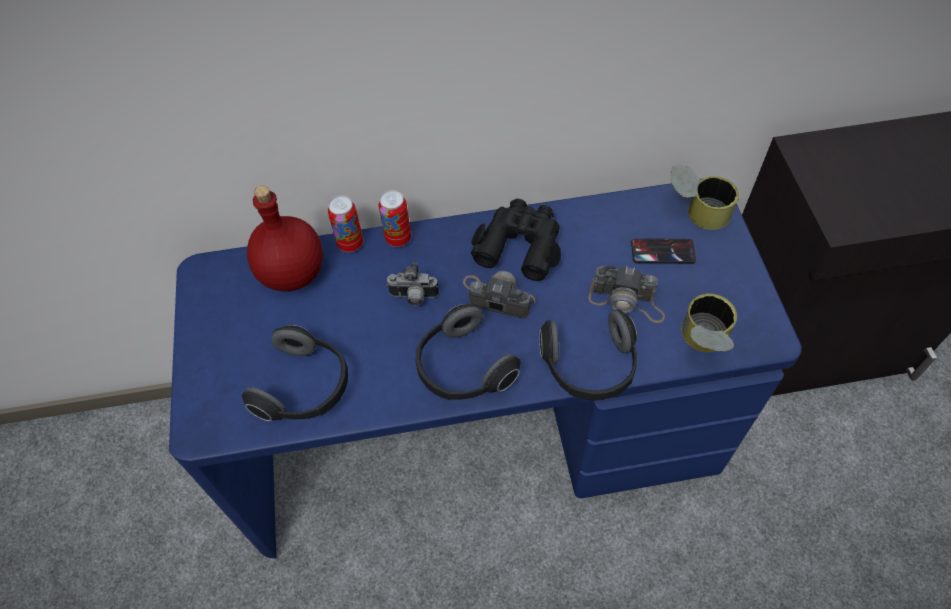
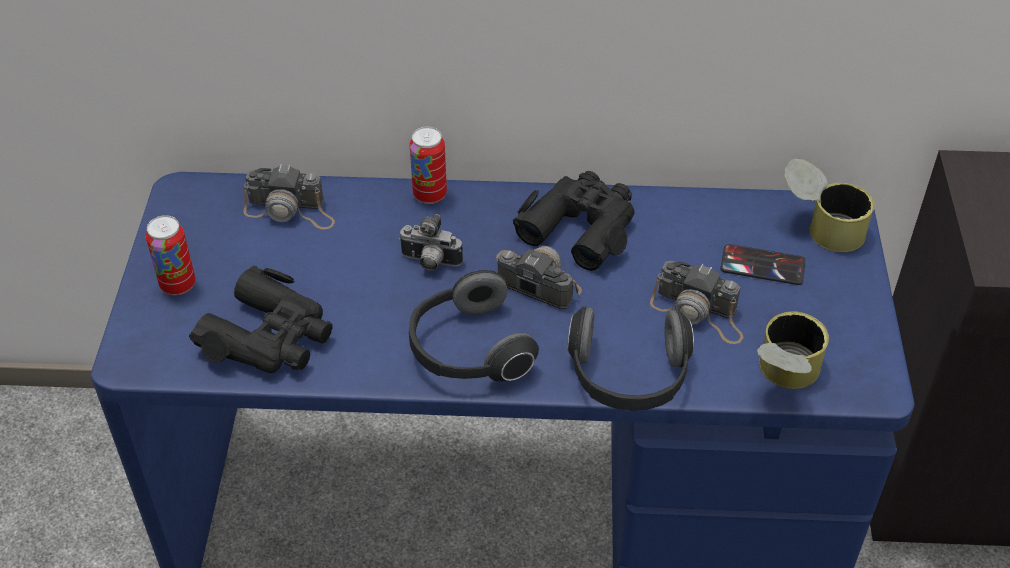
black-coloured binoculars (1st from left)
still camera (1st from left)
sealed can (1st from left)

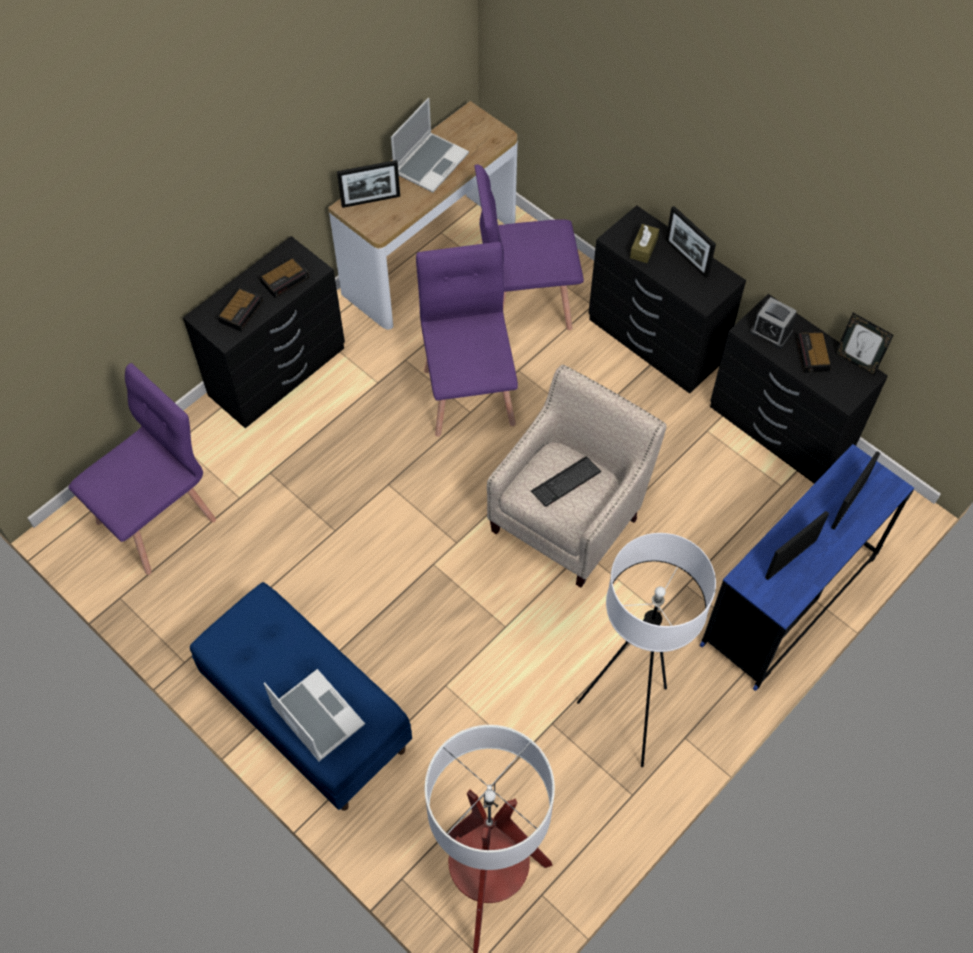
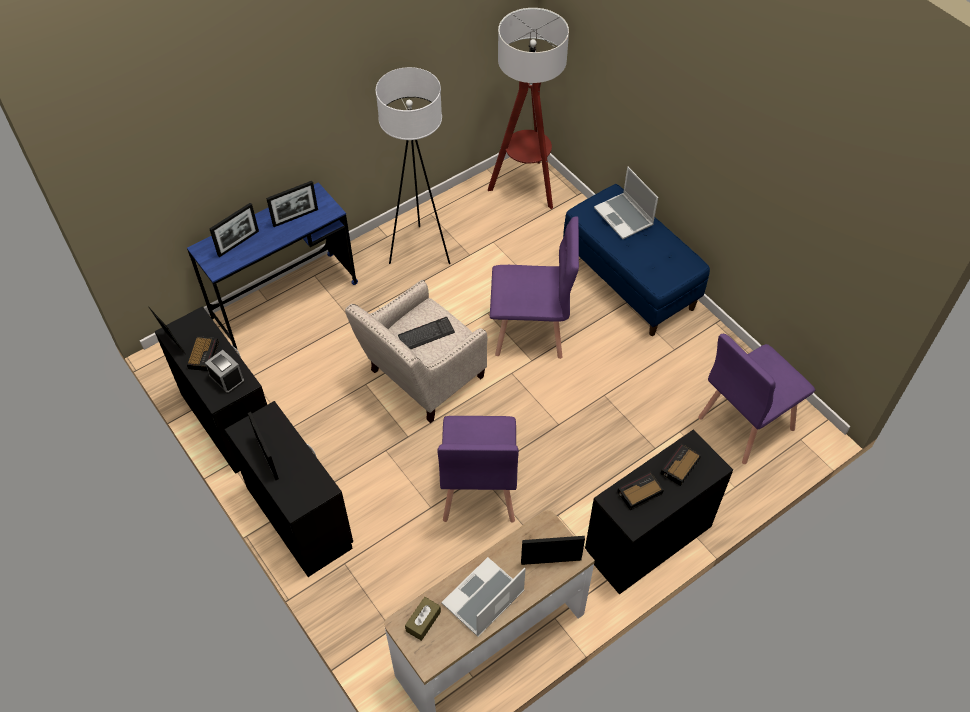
purple plain chair (2nd from left)
brown-coloured box of tissues

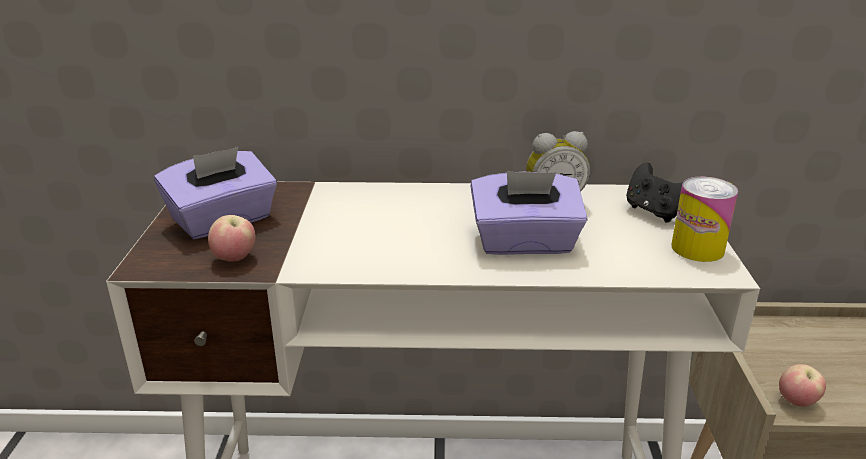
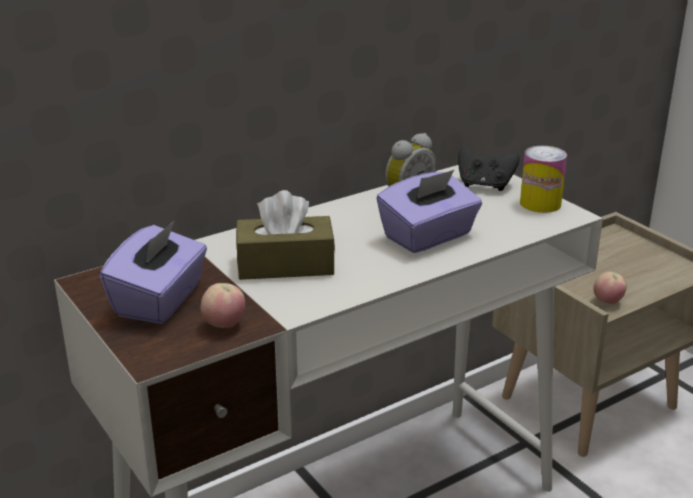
brown-coloured box of tissues

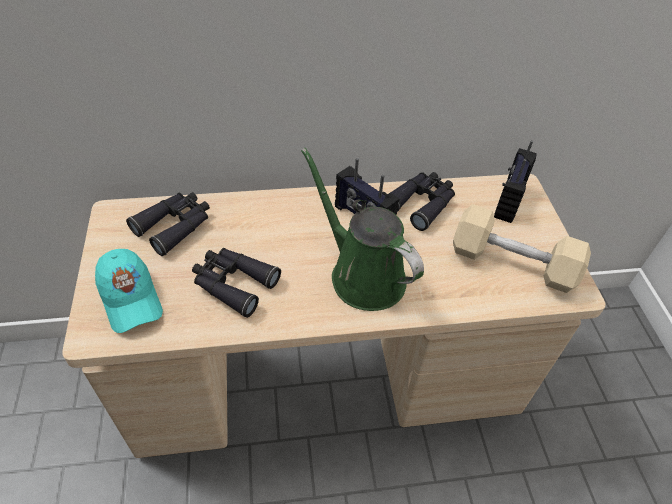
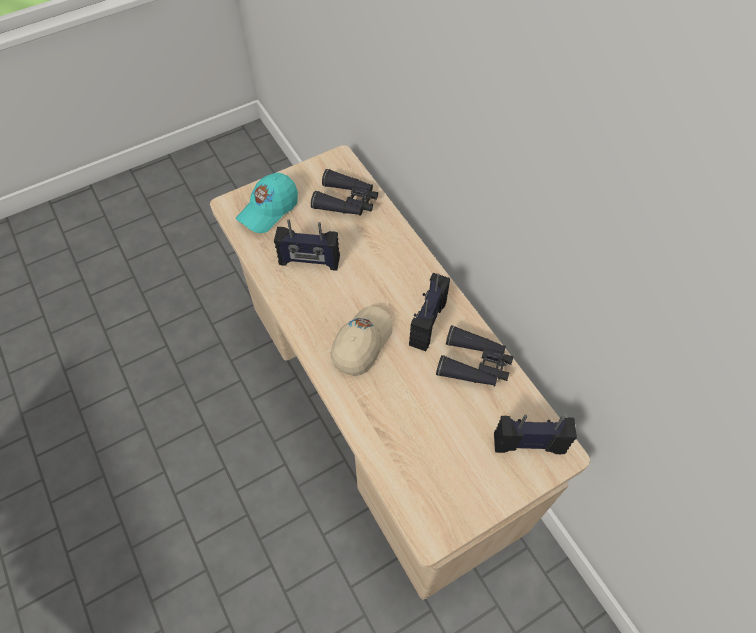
radio receiver (1st from left)
beige cap
beige free weight

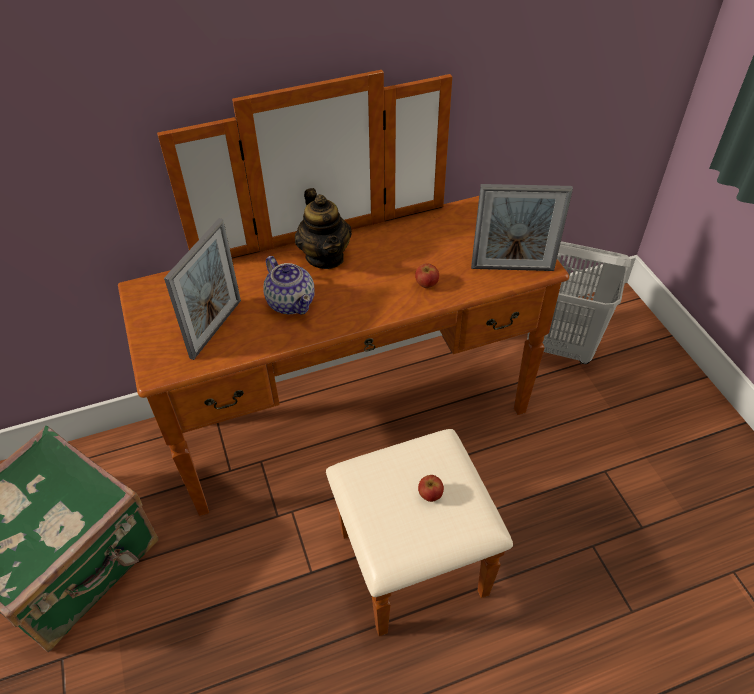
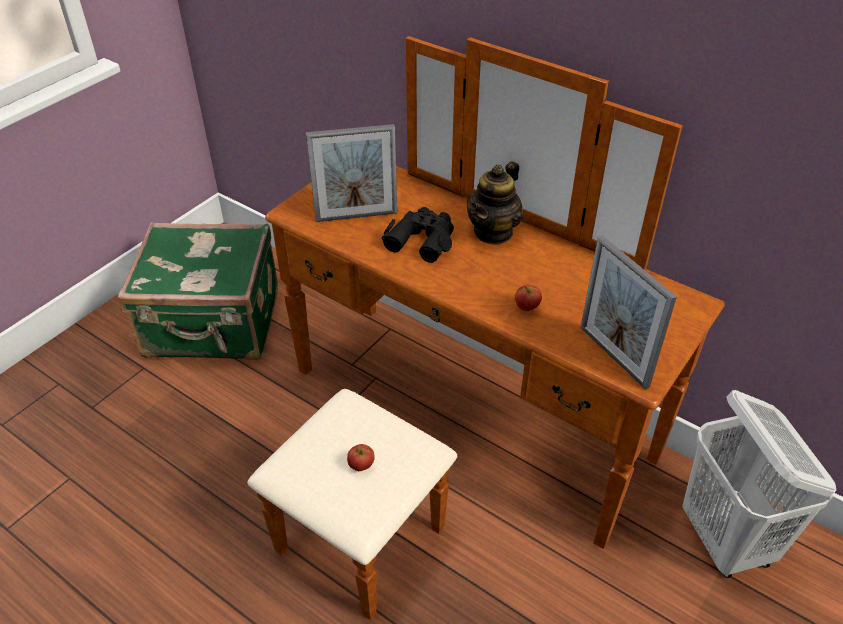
black-coloured binoculars

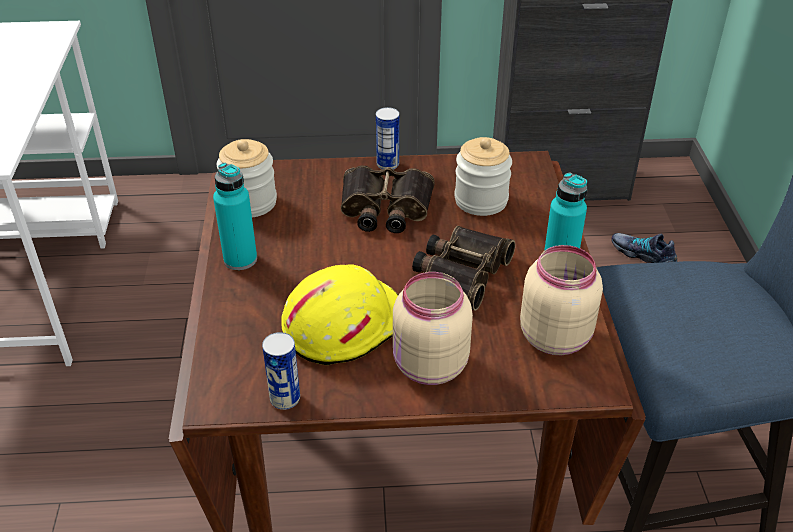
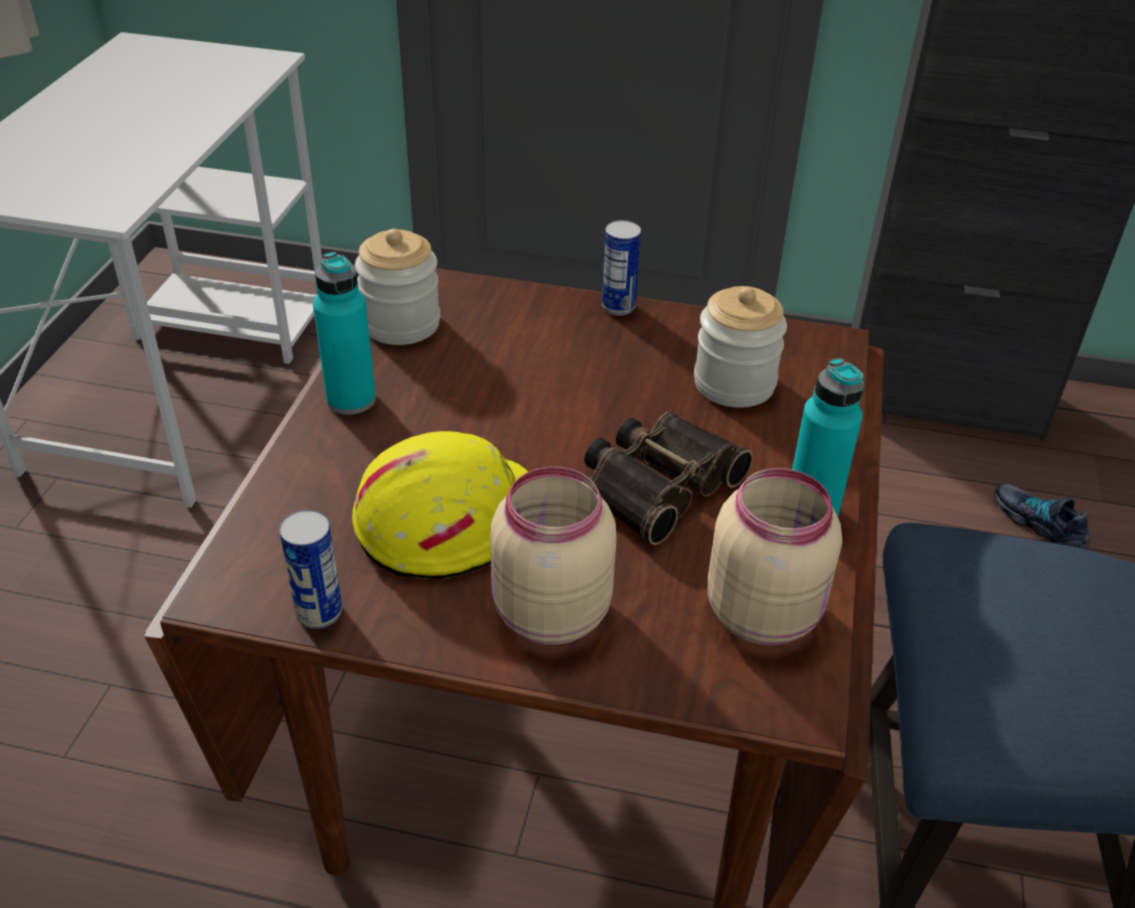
binoculars (1st from left in the first image)

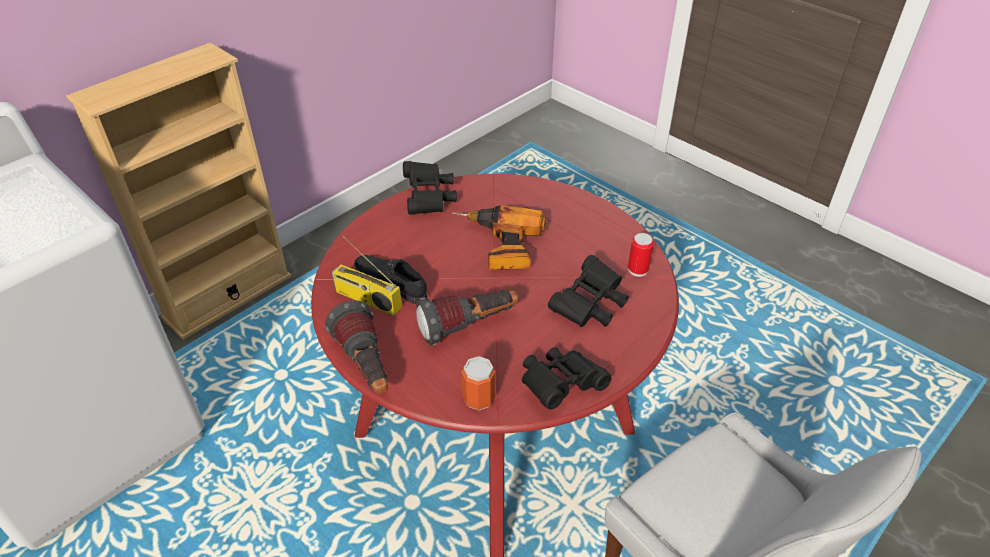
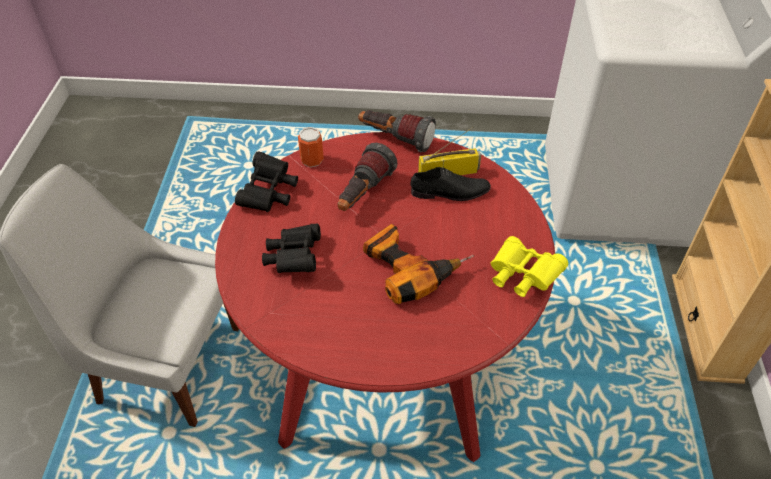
yellow binoculars
sealed can (2nd from left in the first image)

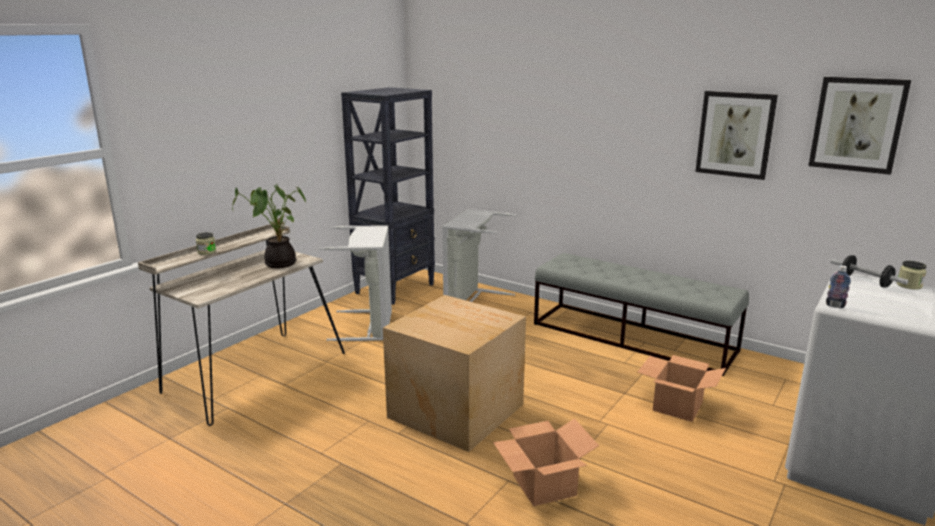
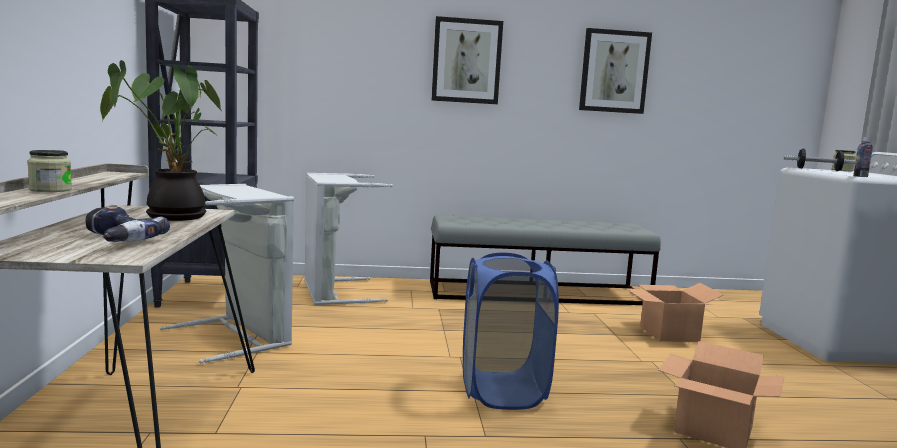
blue hamper
wall picture (1st from left)
drill

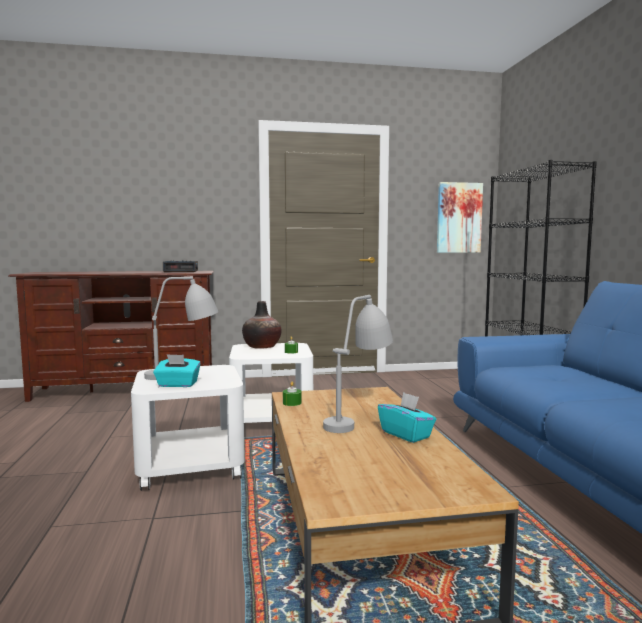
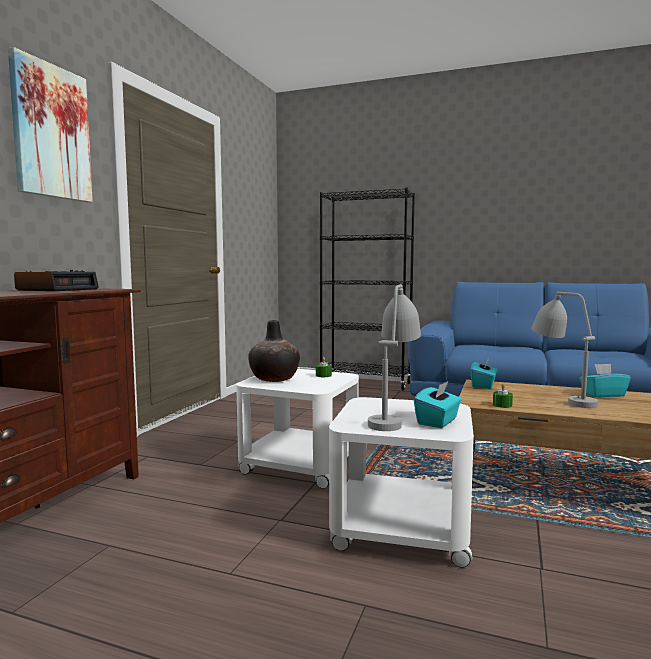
wall picture
turquoise box of tissues (2nd from left)

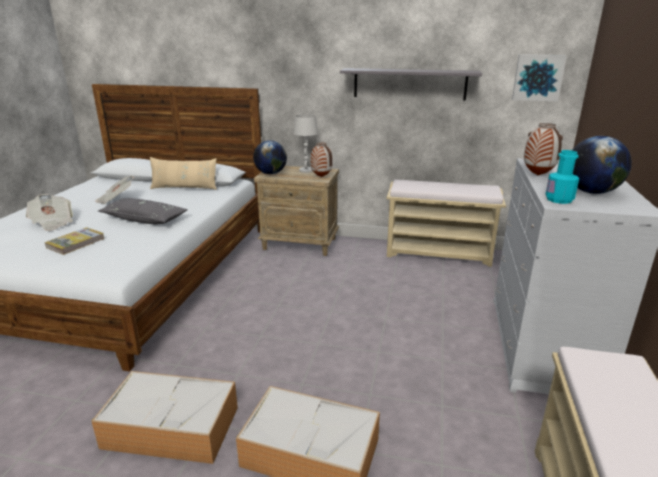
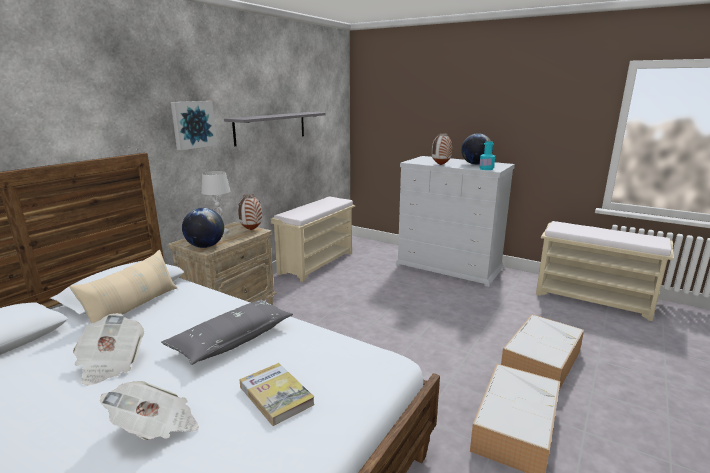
wall picture

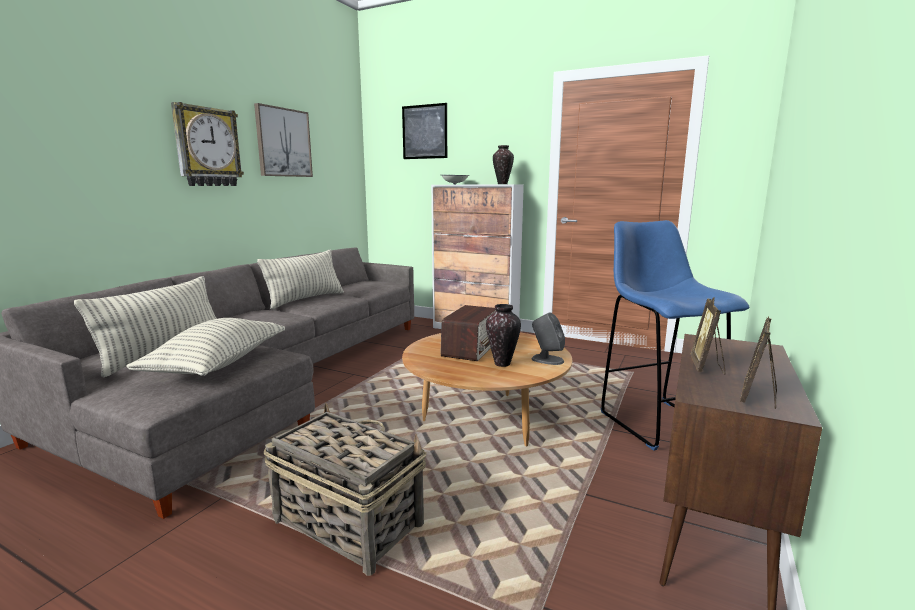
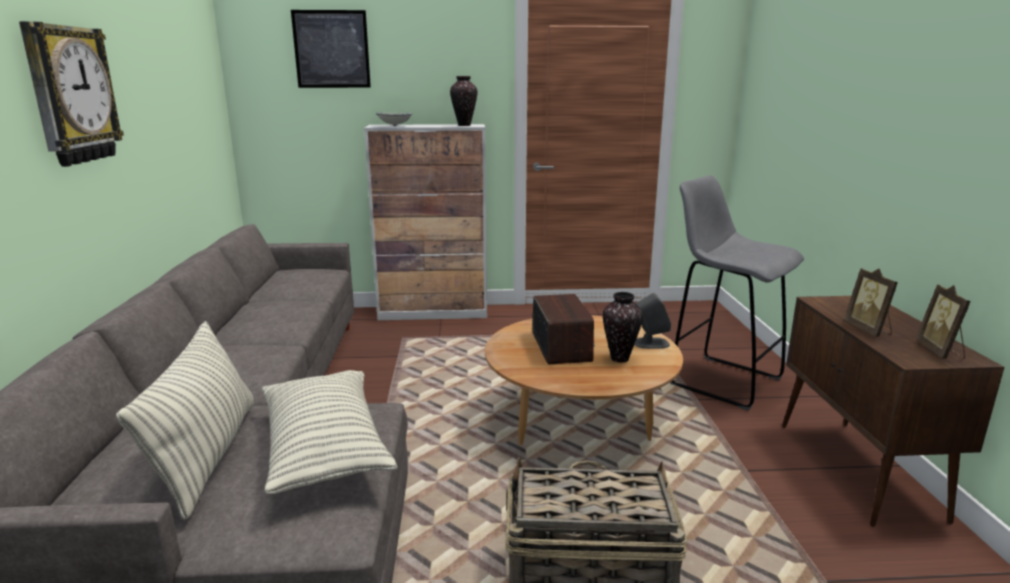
wall picture (1st from left in the first image)
cushion (3rd from left in the first image)
greyish stool seat

